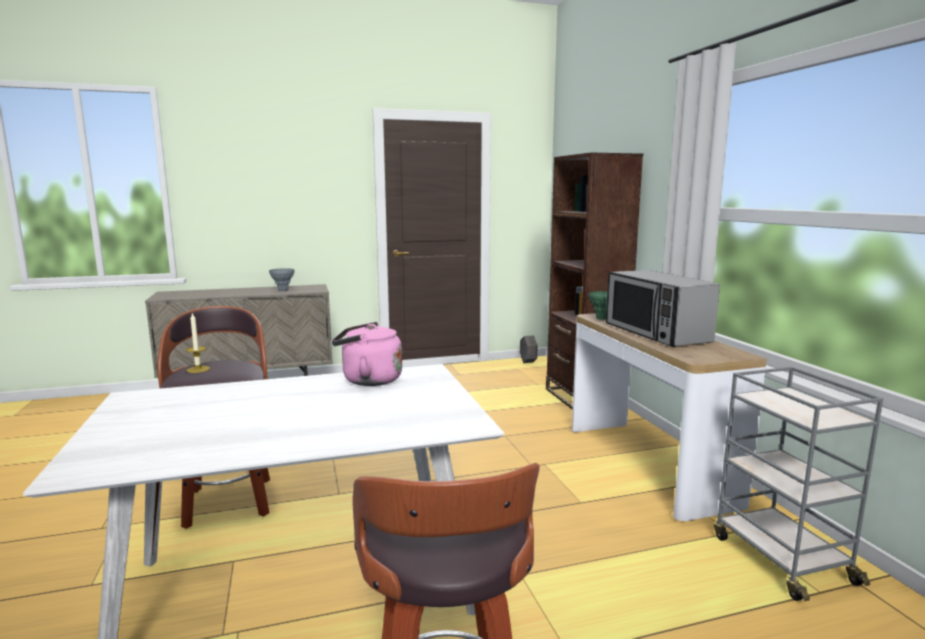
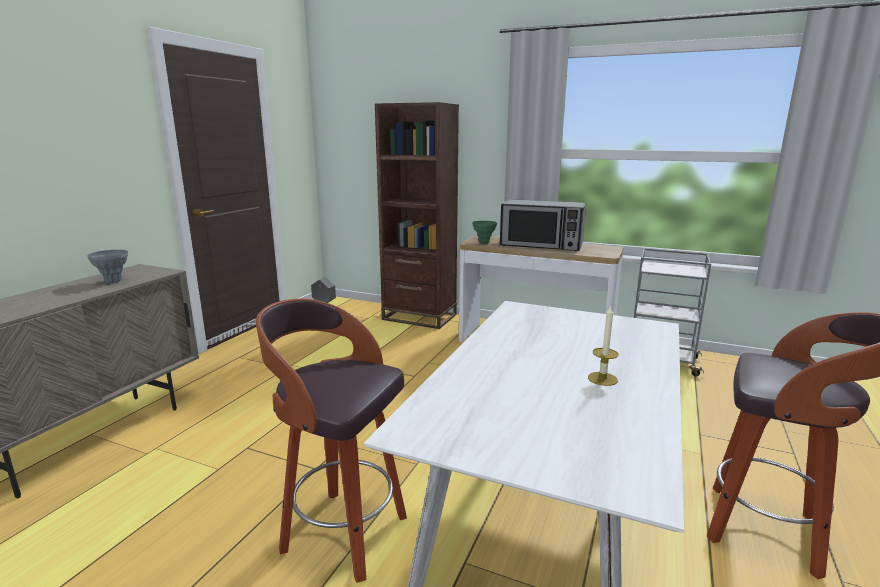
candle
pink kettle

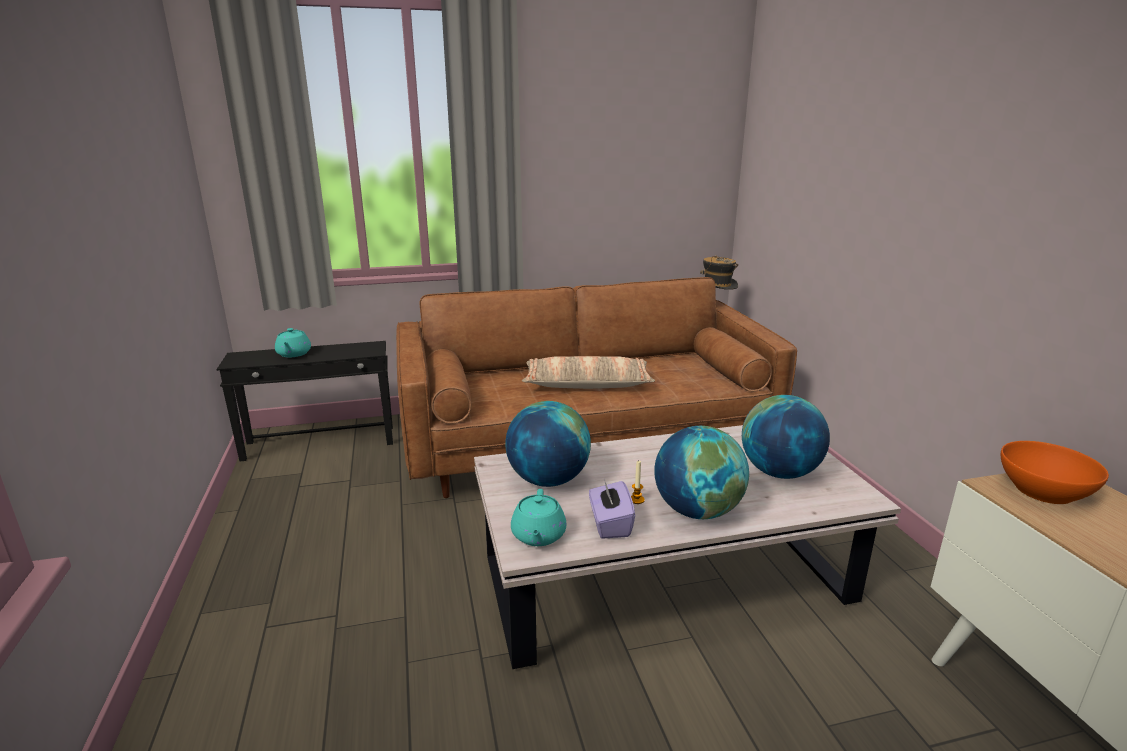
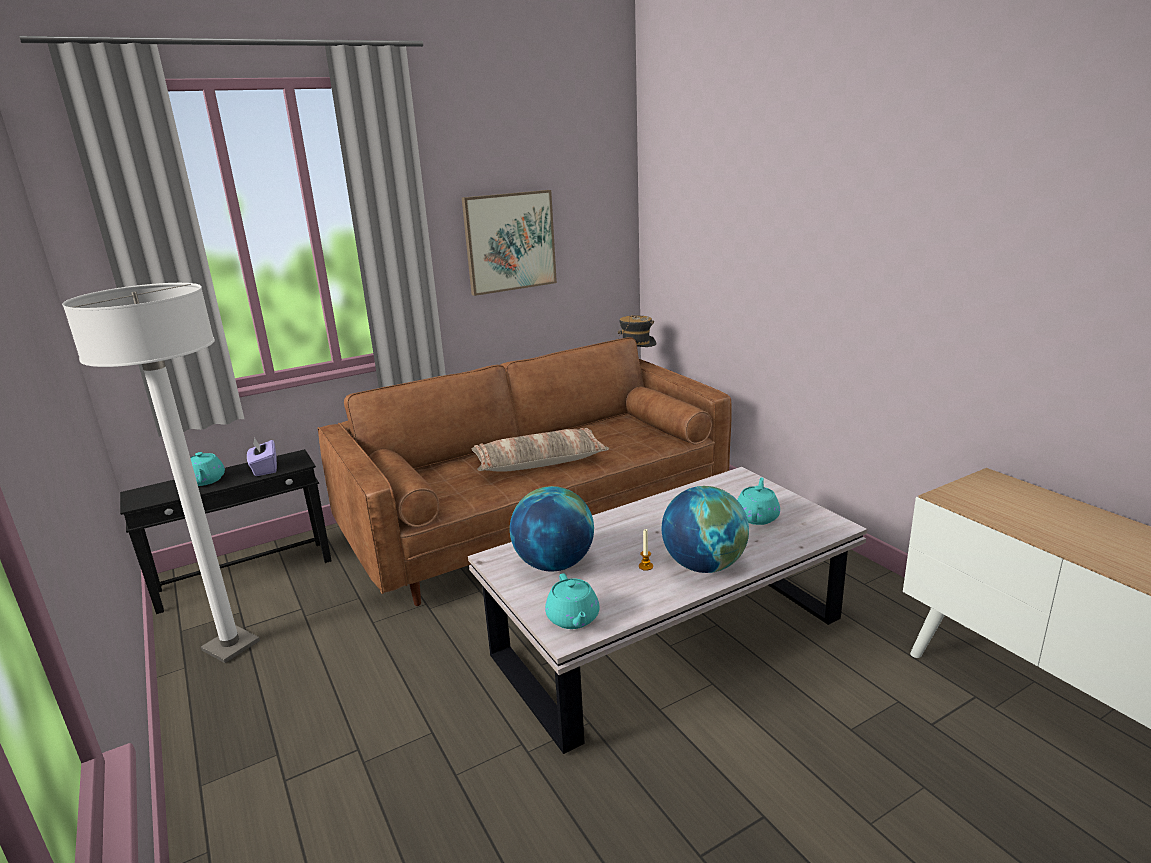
purple box of tissues
turquoise tea pot (3rd from left)
orange-coloured deep dish
whitish standard lamp
wall picture

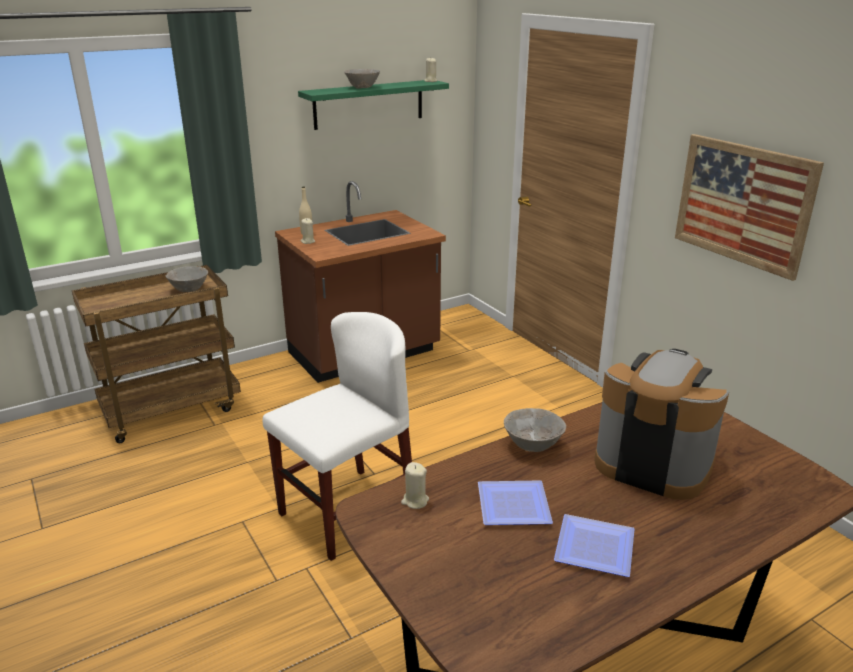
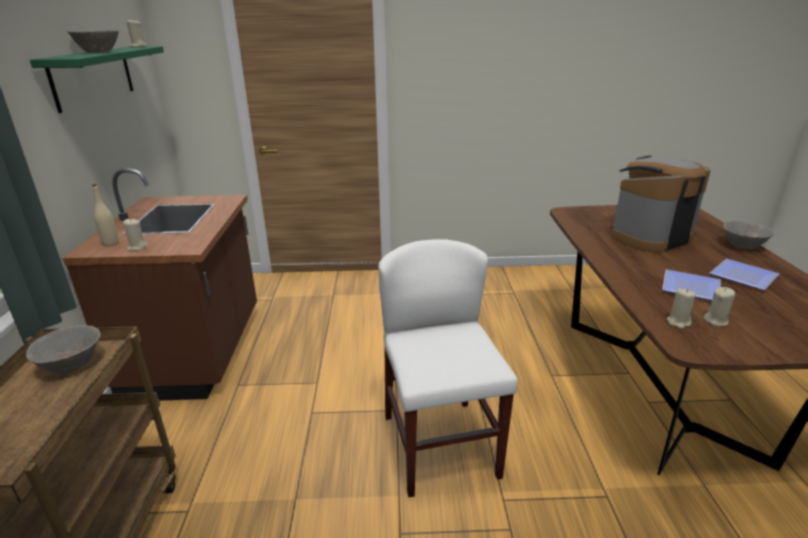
greyish deep dish (3rd from left)
wall picture
beige candle (4th from left)

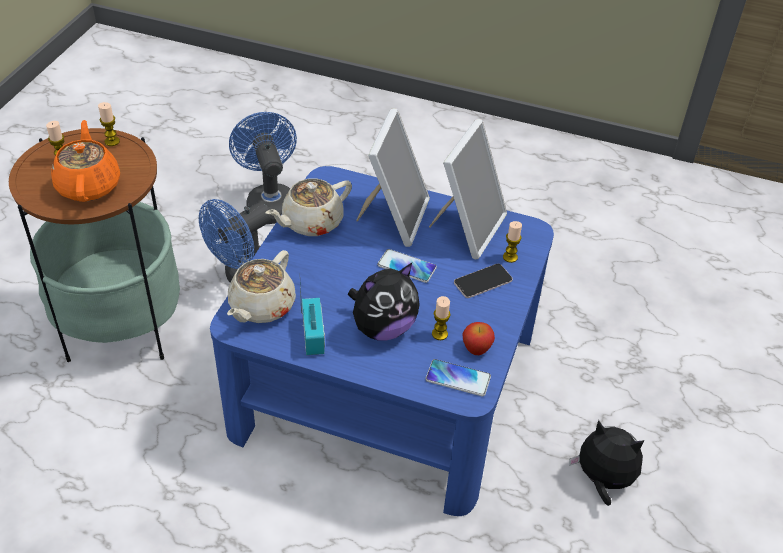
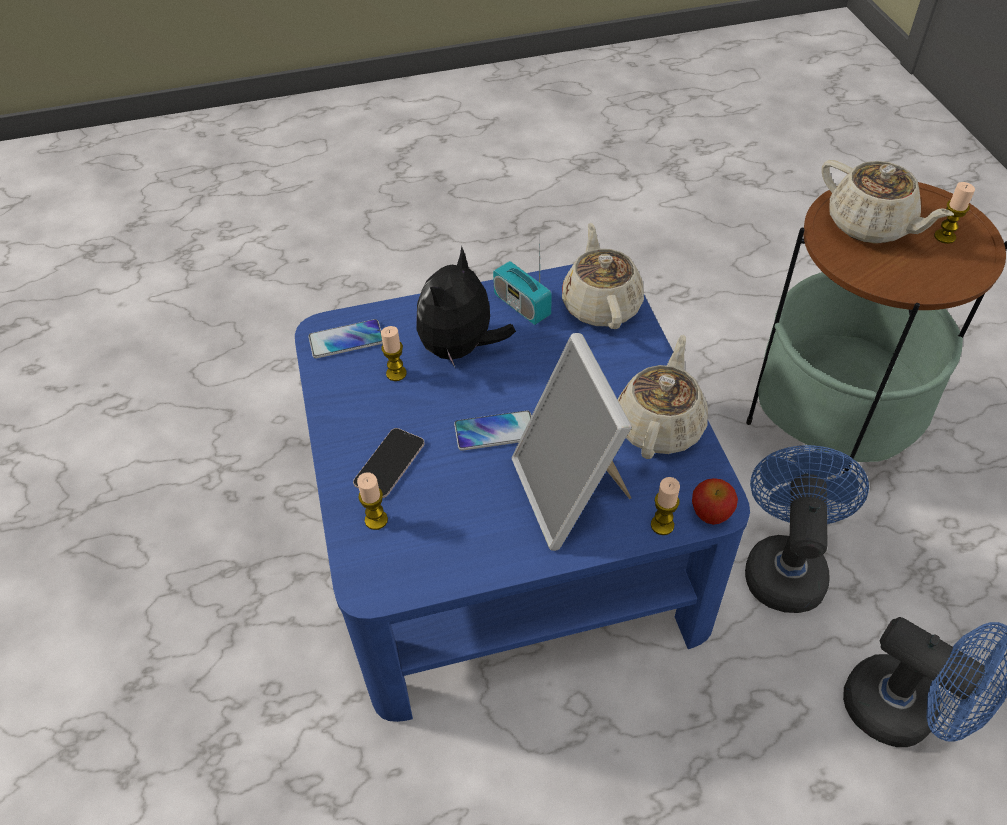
beige tea pot (3rd from left)
candle (3rd from left)
picture frame (2nd from left in the first image)
apple fruit
soft toy (2nd from left in the first image)

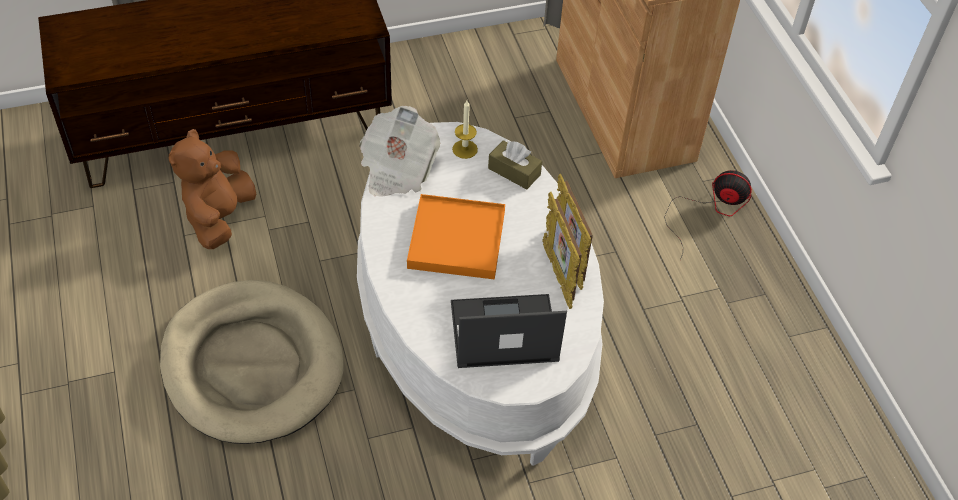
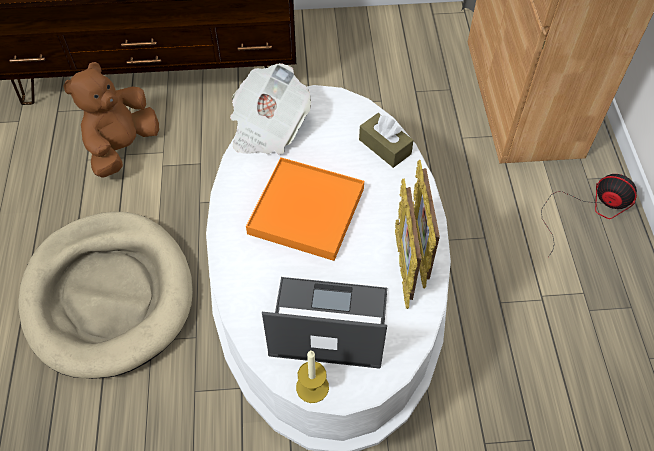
candle

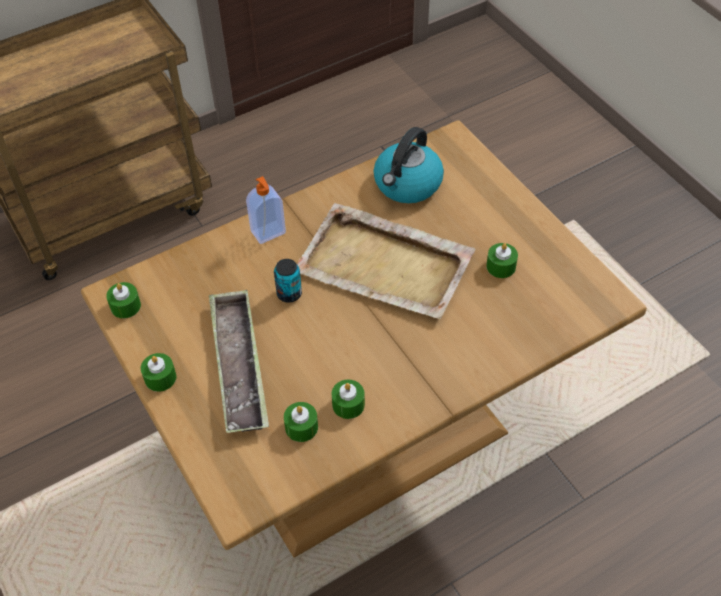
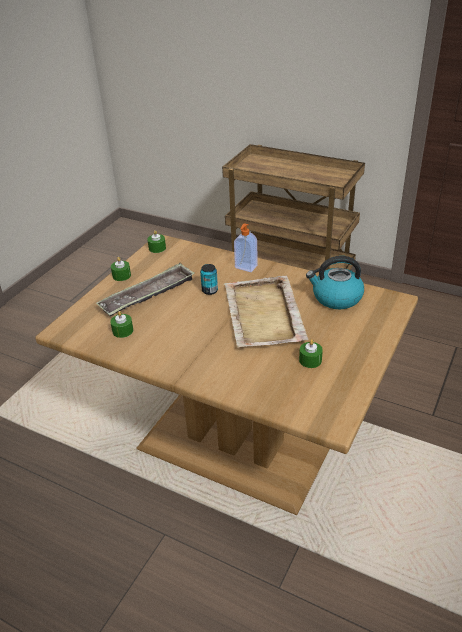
greenish candle (4th from left in the first image)

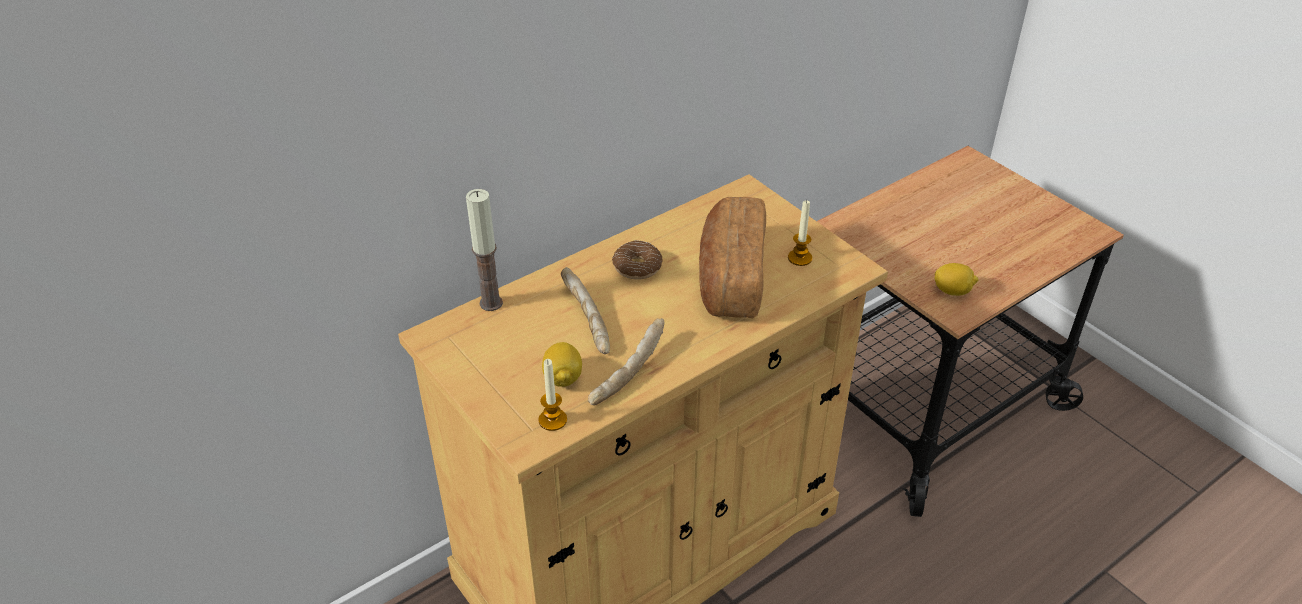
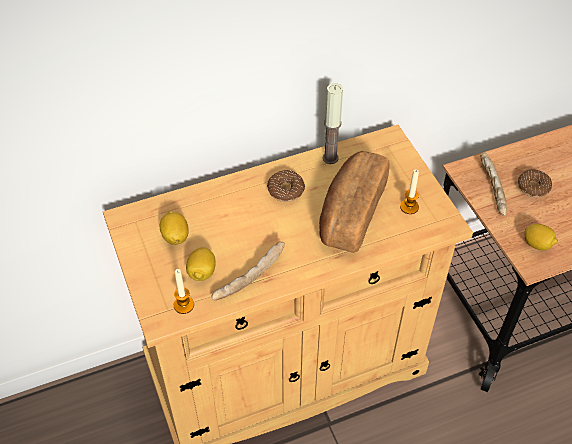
candle (2nd from left)
bakery bread (3rd from left)
citrus fruit (1st from left)
doughnut (2nd from left)

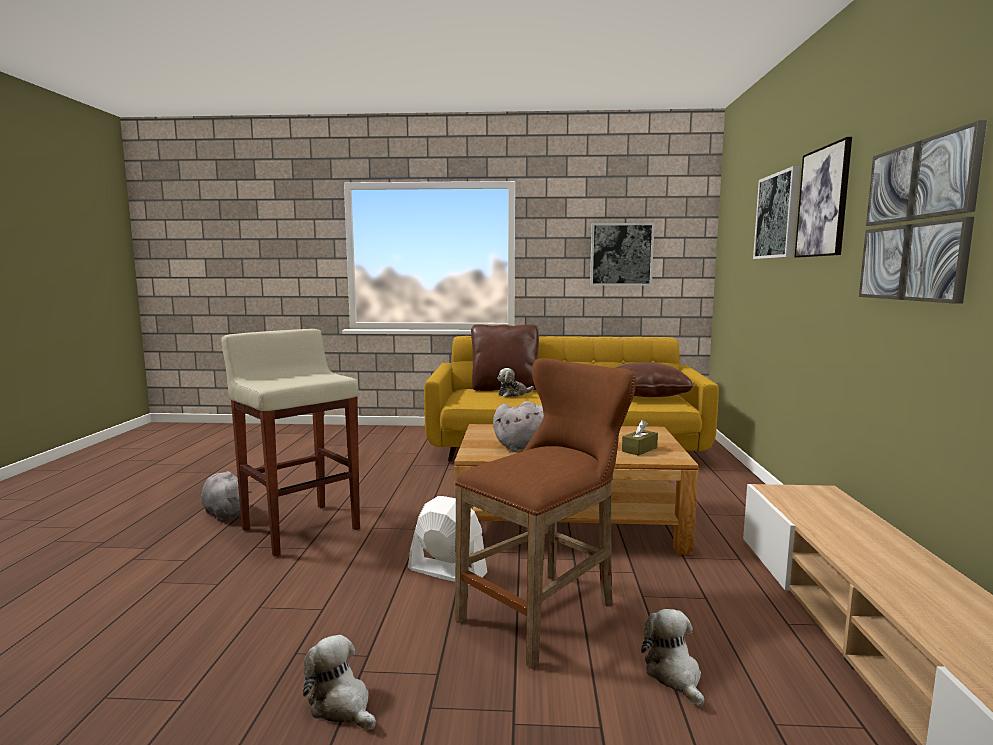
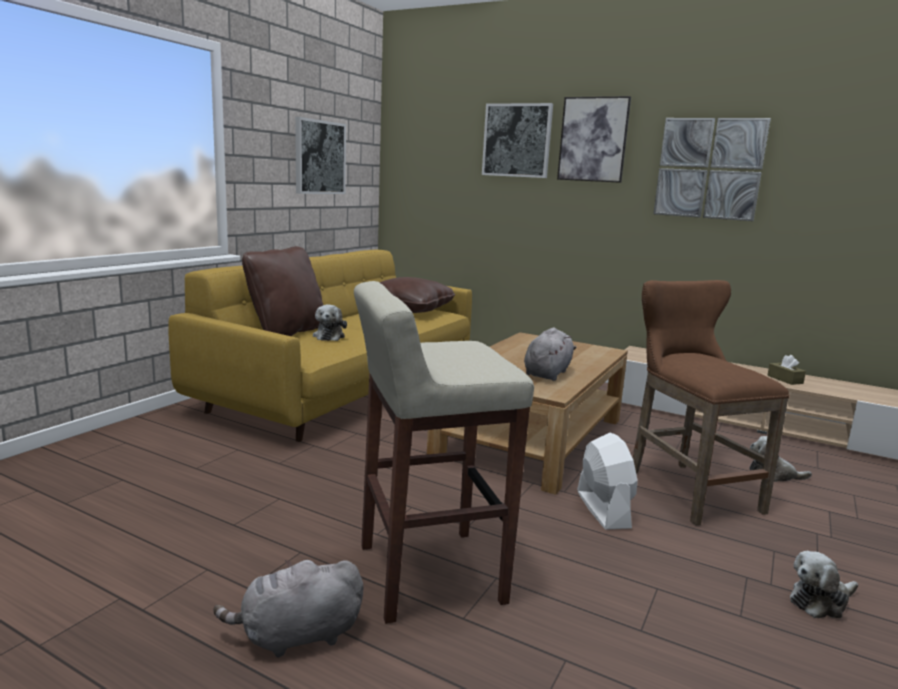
whitish cooling fan
brown-coloured box of tissues

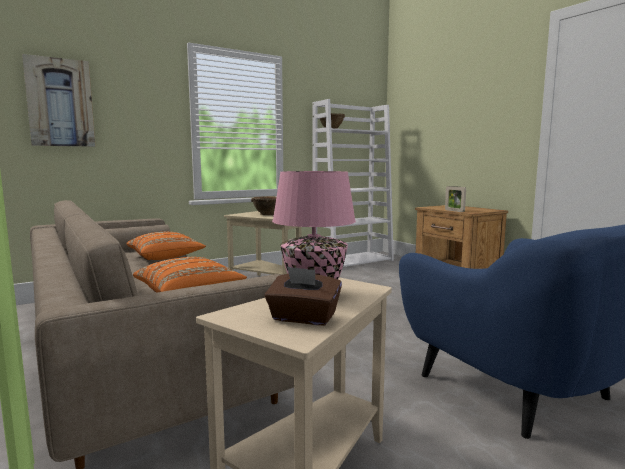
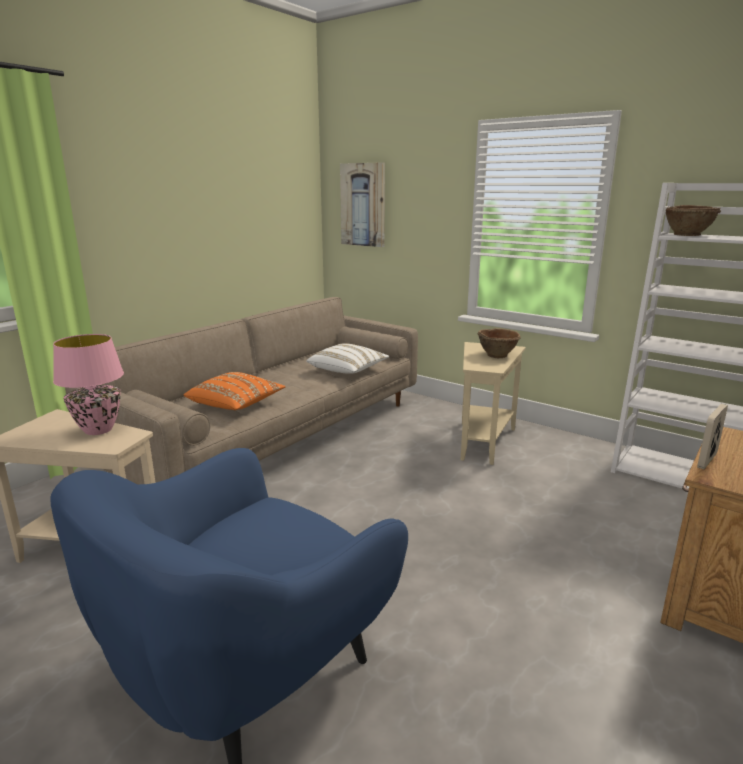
whitish cushion
brown-coloured box of tissues

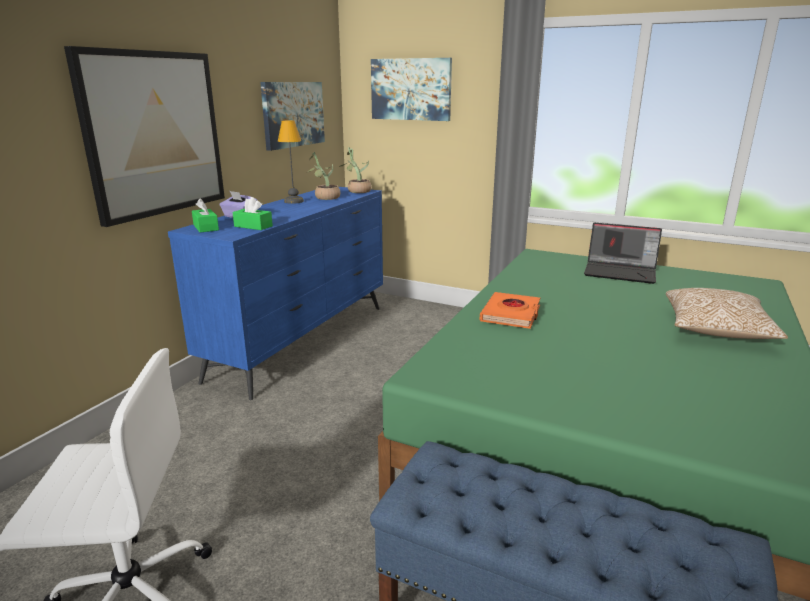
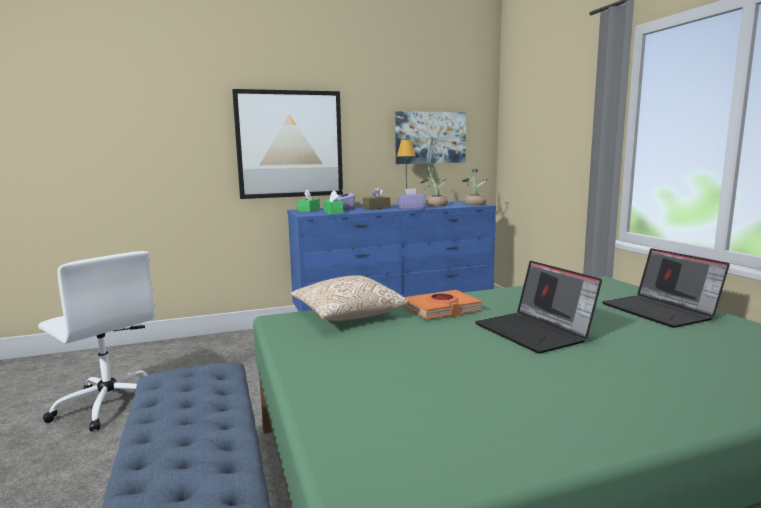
wall picture (3rd from left in the first image)
cushion
brown-coloured box of tissues
purple box of tissues (2nd from left)
portable computer (1st from left)

